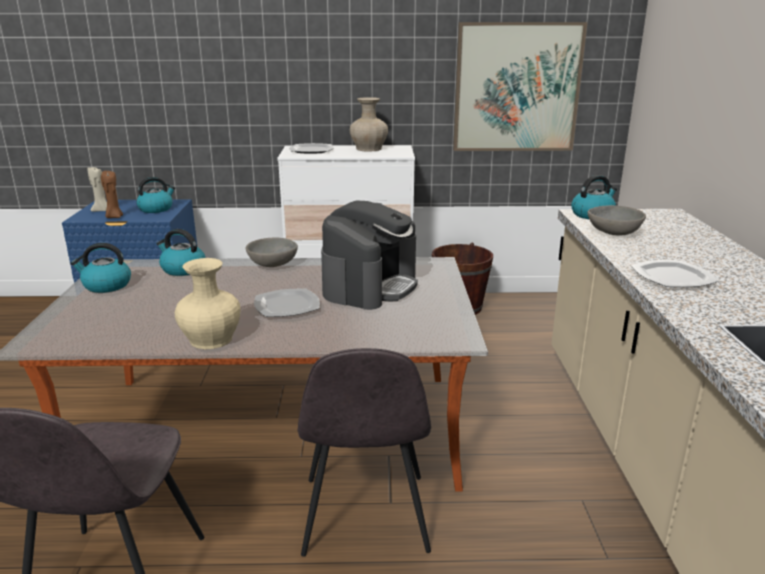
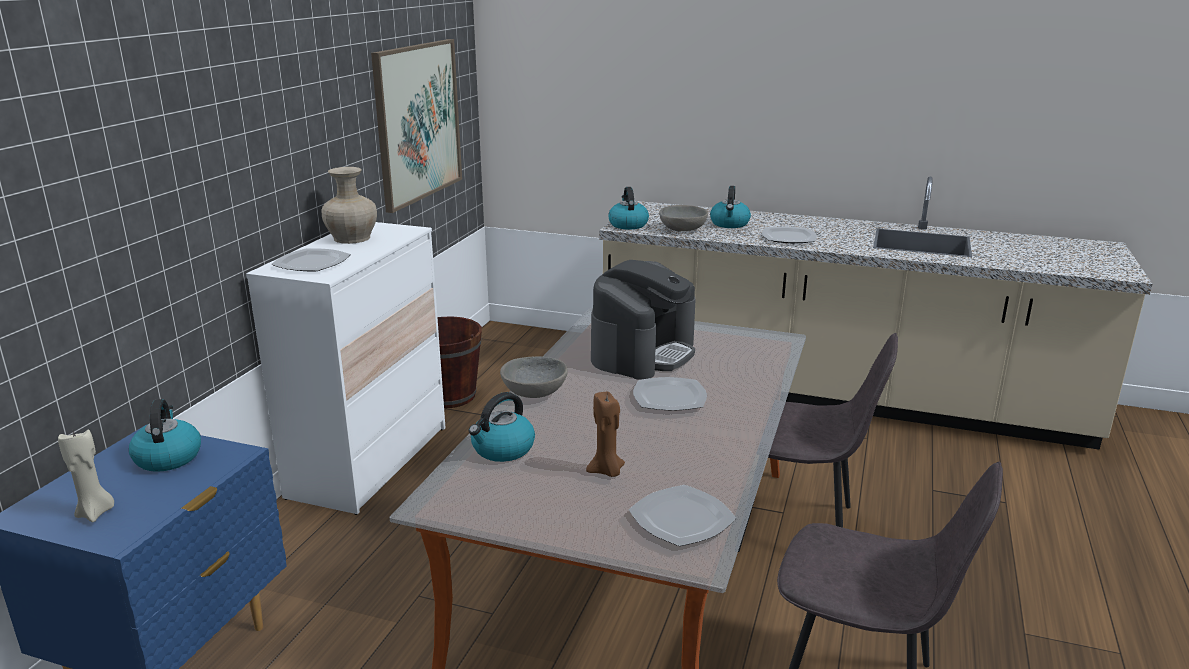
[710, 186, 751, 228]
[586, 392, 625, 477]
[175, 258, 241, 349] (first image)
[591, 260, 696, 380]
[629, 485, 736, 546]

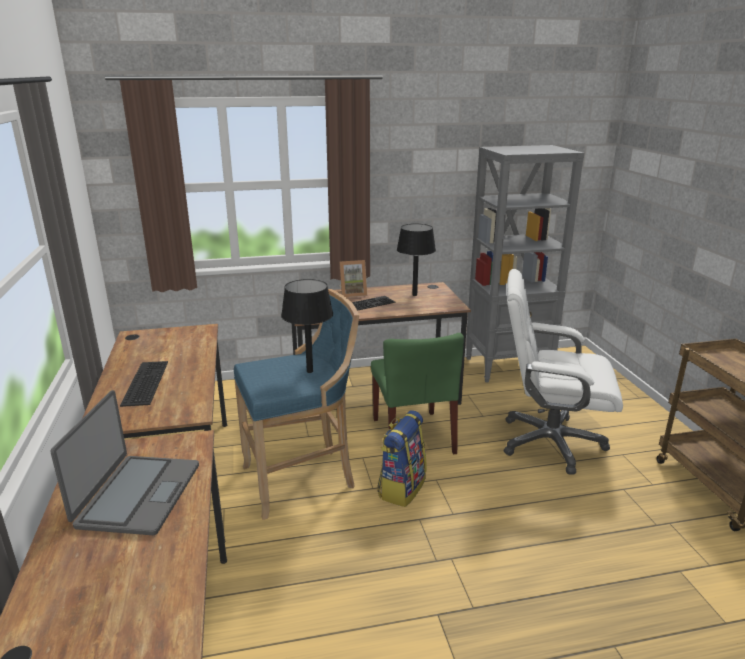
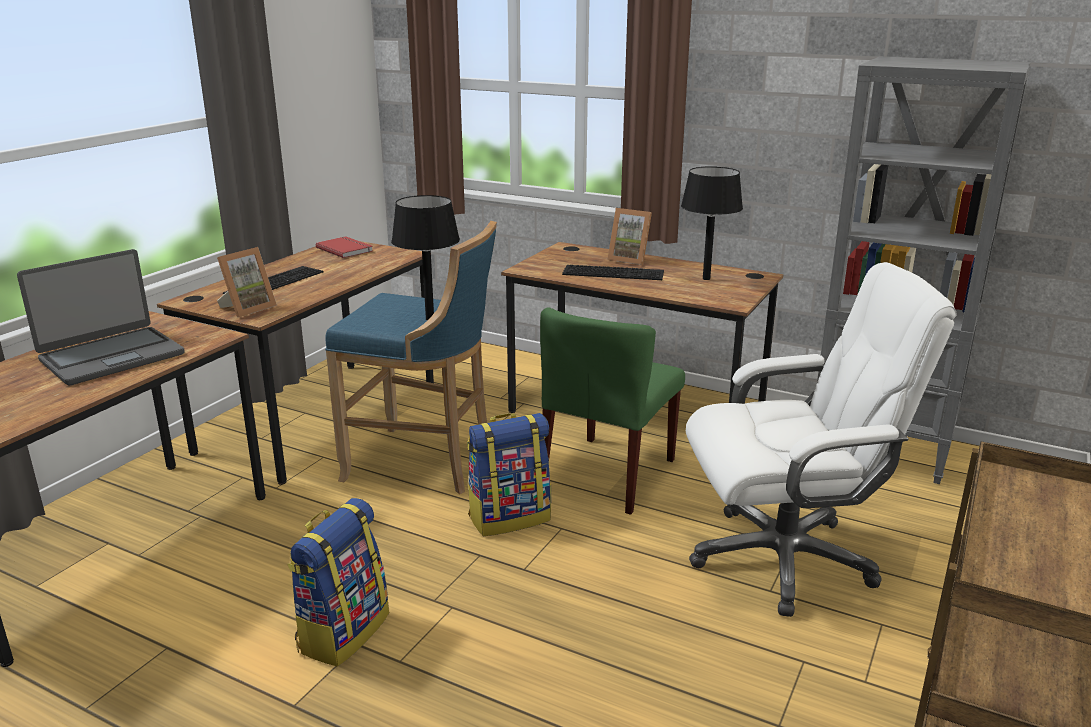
[686, 262, 957, 617]
[217, 247, 277, 318]
[287, 498, 389, 667]
[316, 236, 373, 258]

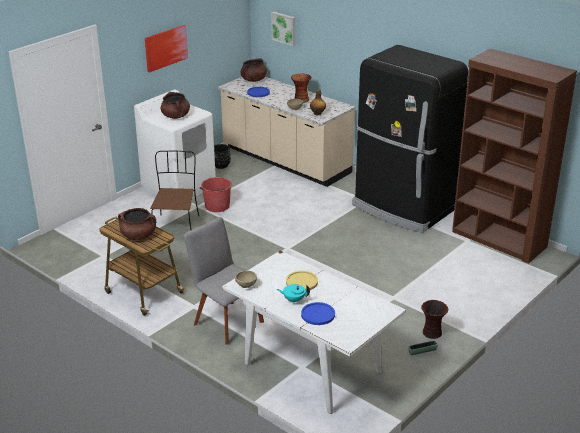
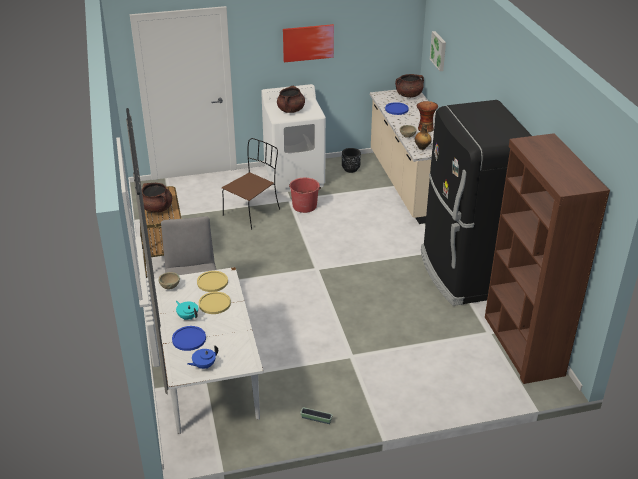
[421, 300, 448, 339] (first image)
[187, 345, 218, 369]
[197, 271, 228, 292]

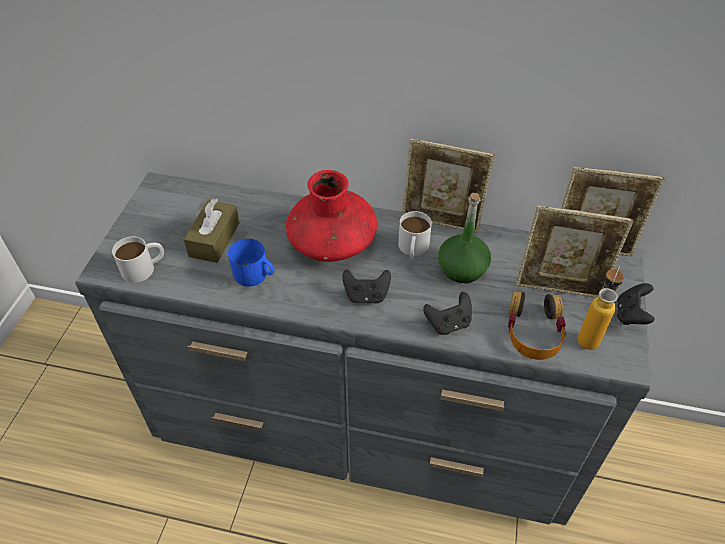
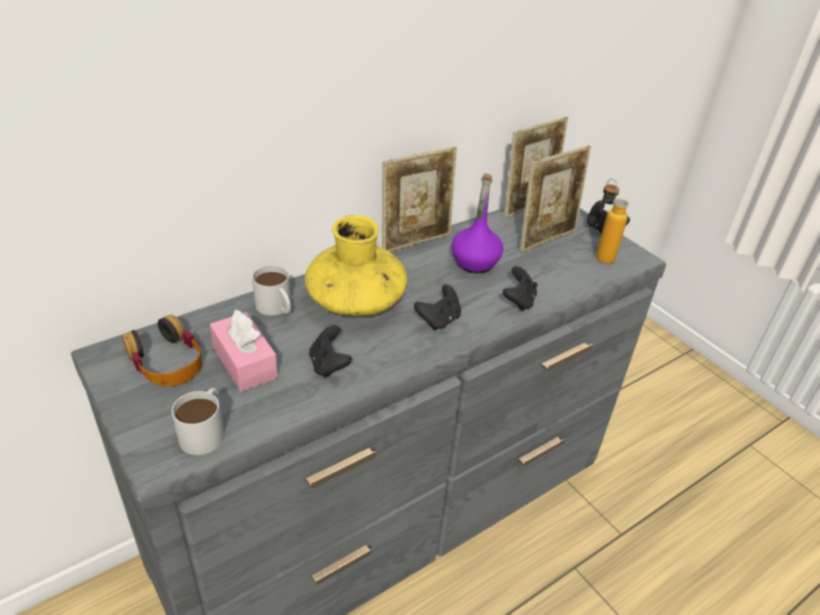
[210, 310, 278, 392]
[309, 325, 352, 378]
[305, 215, 407, 316]
[252, 265, 291, 315]
[452, 173, 503, 273]
[122, 315, 202, 387]

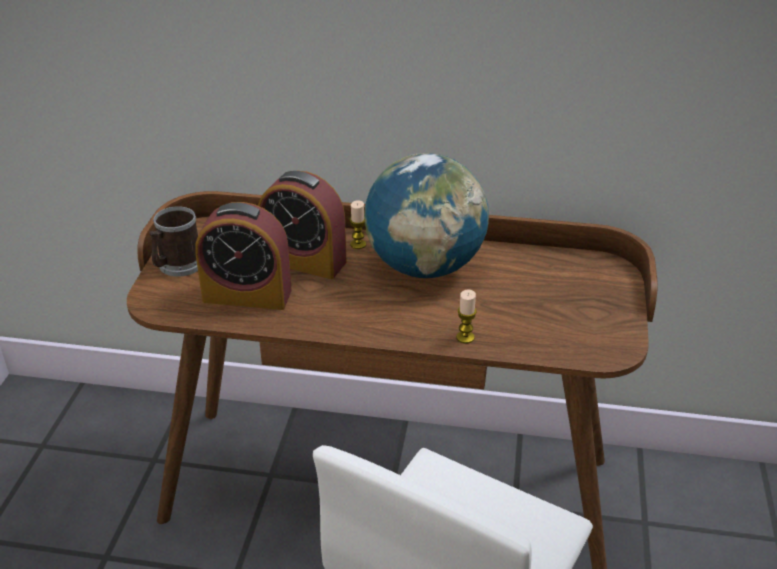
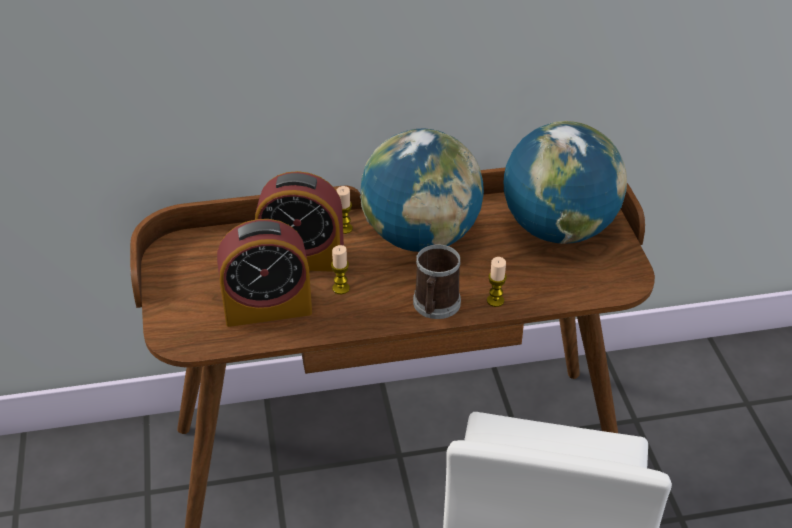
[413, 245, 461, 319]
[331, 245, 350, 294]
[504, 121, 627, 244]

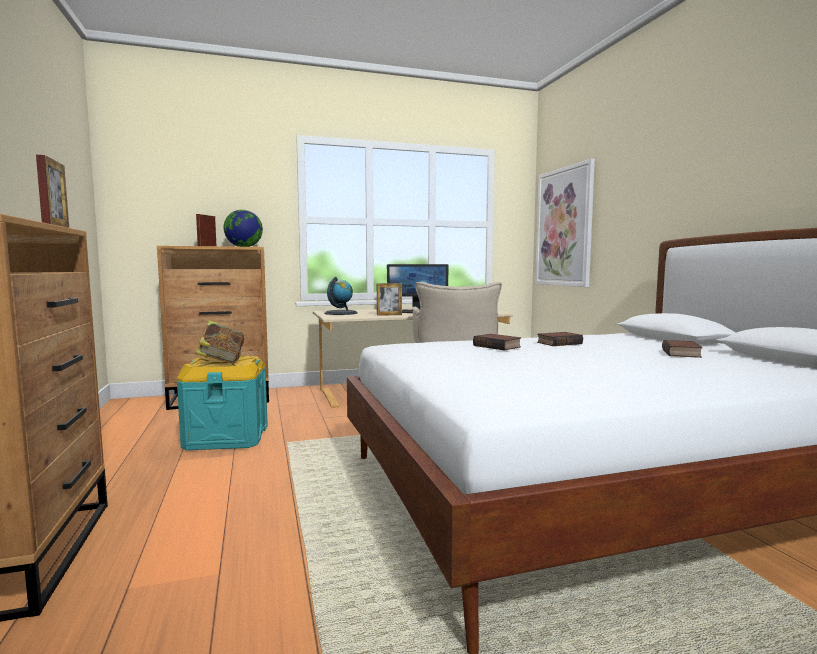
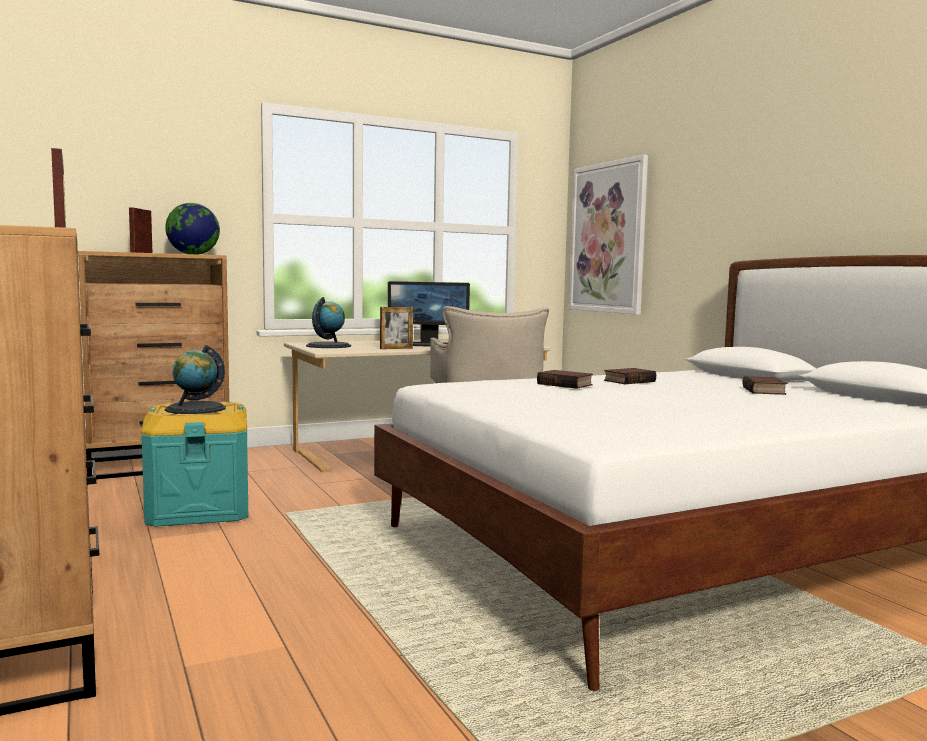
[165, 345, 226, 414]

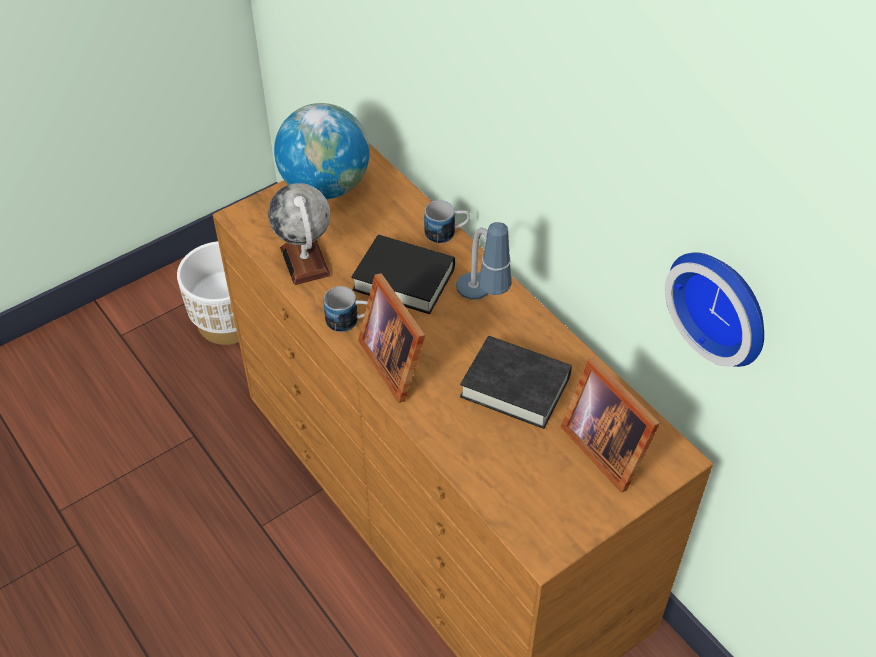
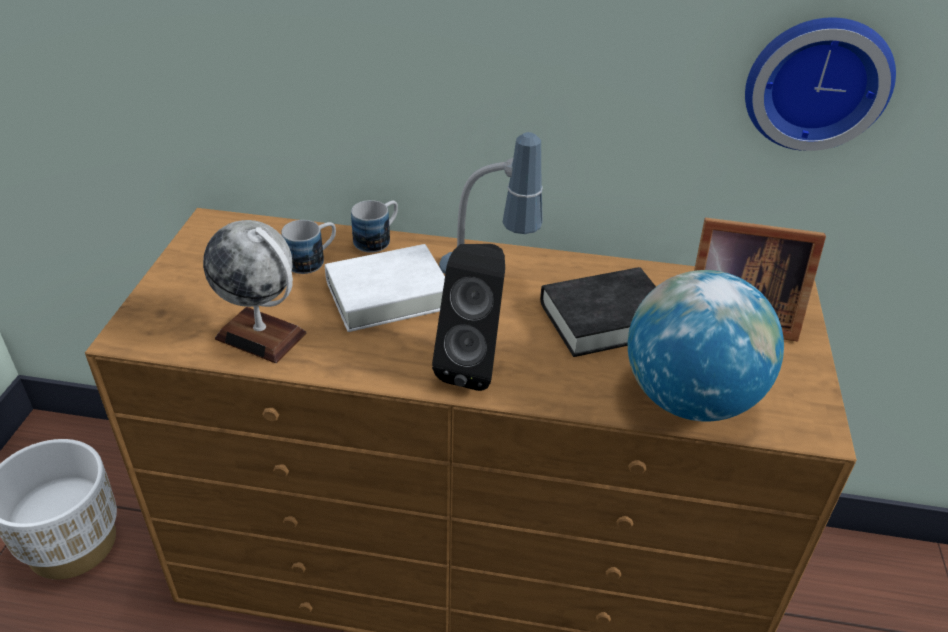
[628, 270, 784, 422]
[281, 220, 336, 274]
[325, 244, 445, 332]
[432, 244, 505, 391]

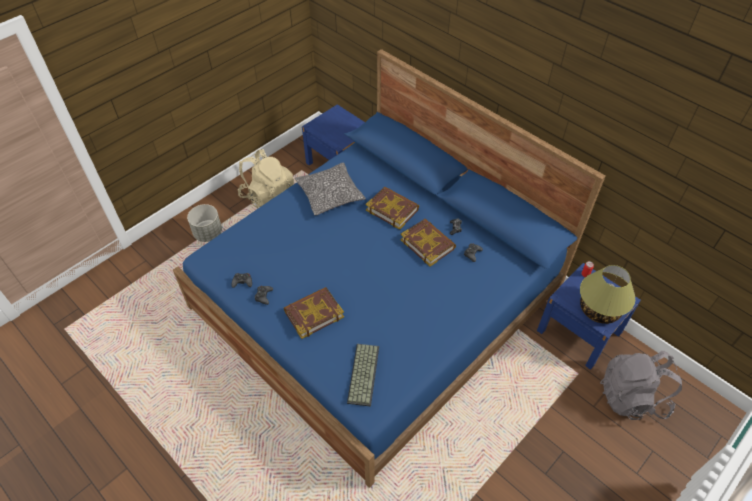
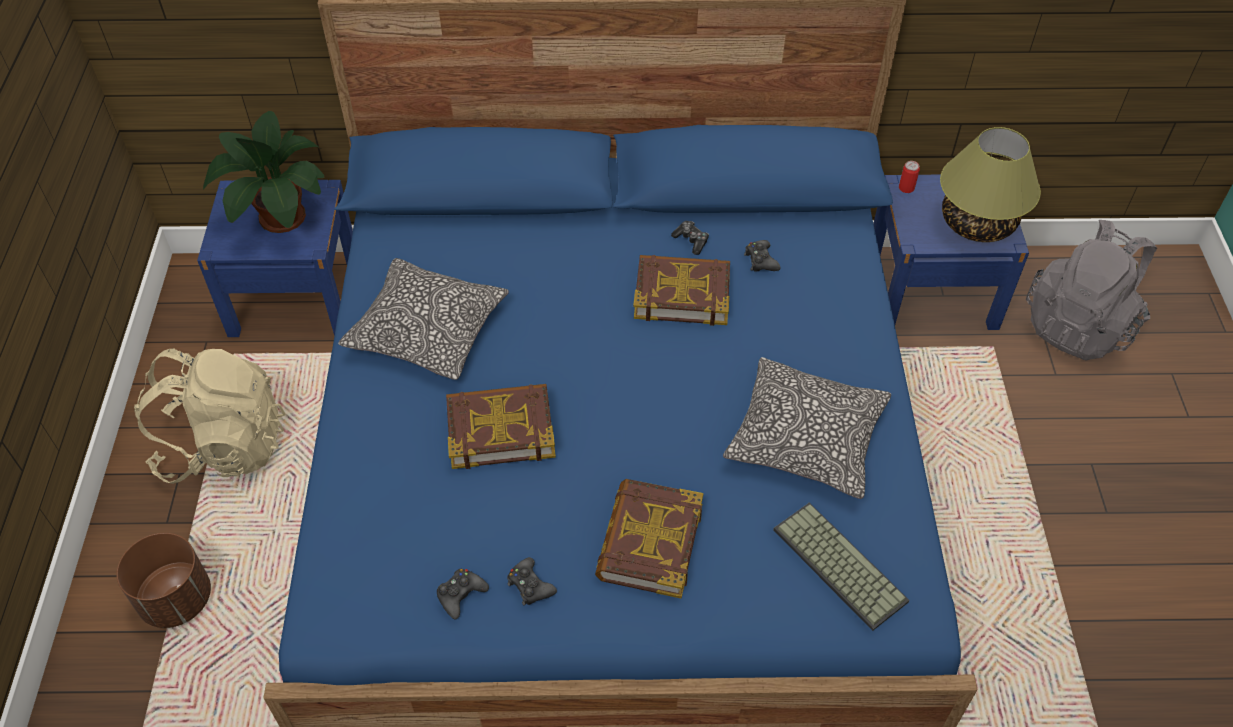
[116, 533, 211, 628]
[446, 384, 556, 469]
[203, 111, 324, 233]
[723, 357, 891, 499]

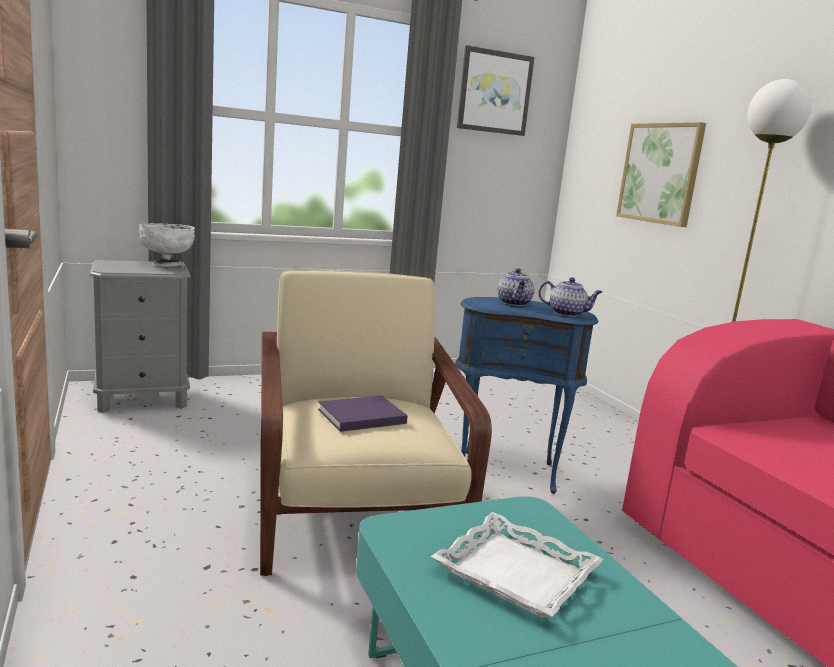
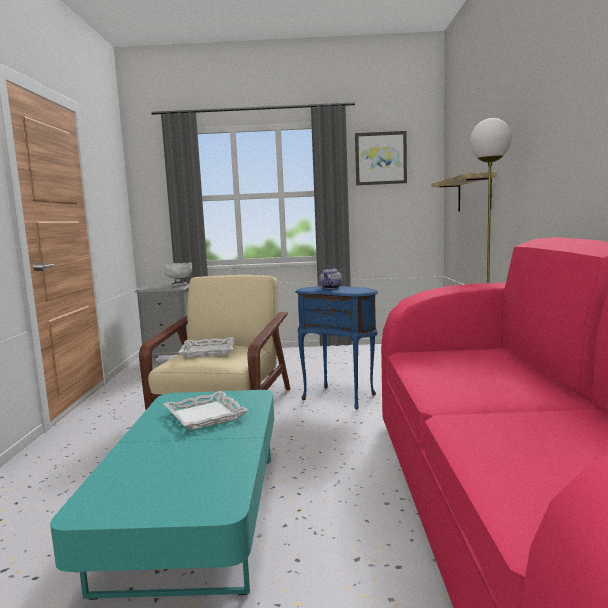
[178, 337, 235, 358]
[538, 277, 602, 317] (first image)
[432, 172, 497, 211]

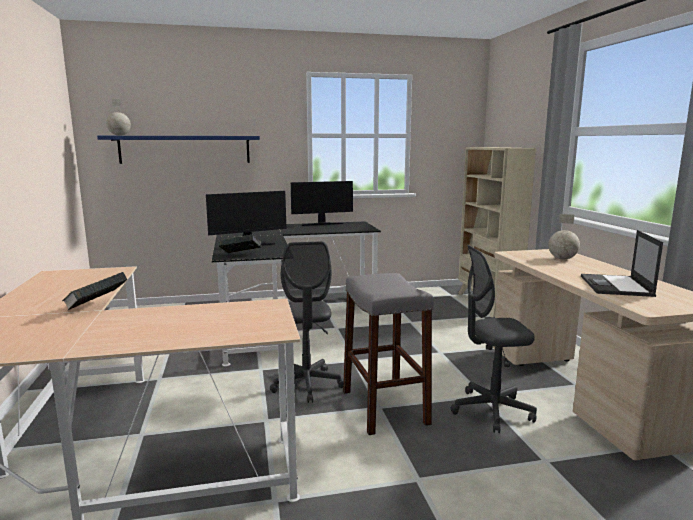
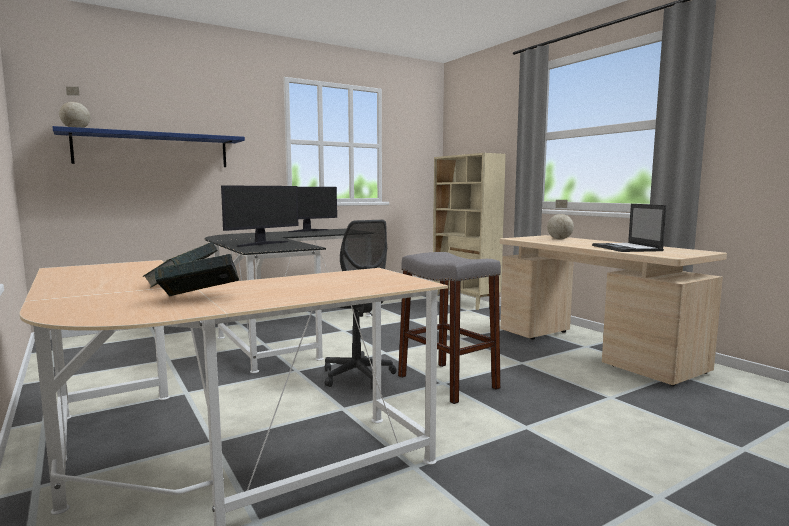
[154, 254, 239, 296]
[450, 245, 537, 433] (first image)

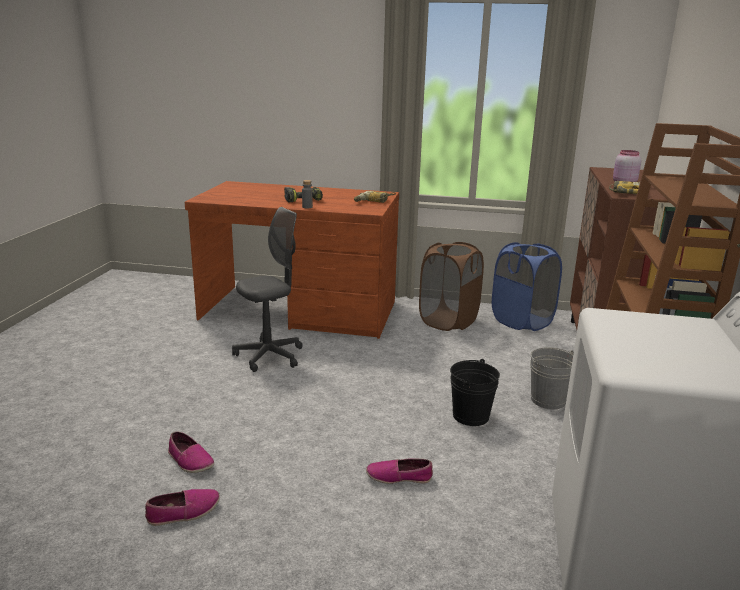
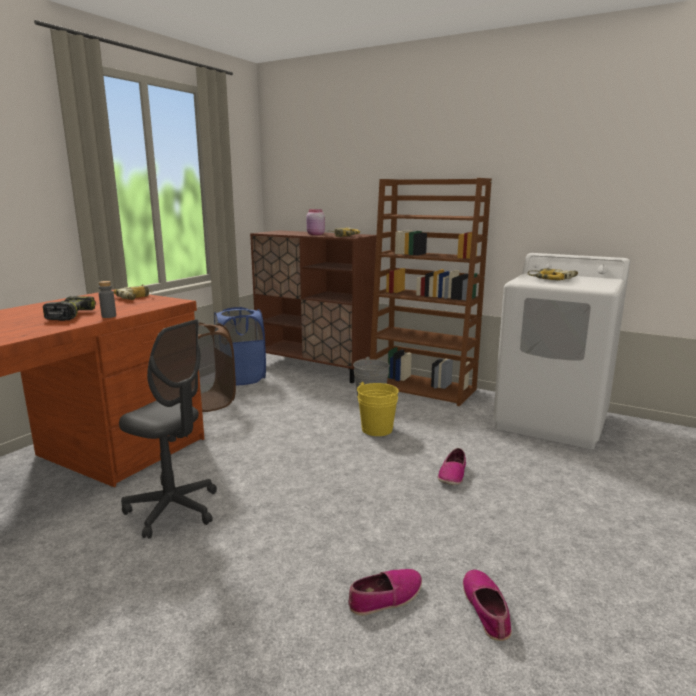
[119, 319, 217, 539]
[357, 382, 399, 436]
[528, 268, 578, 281]

